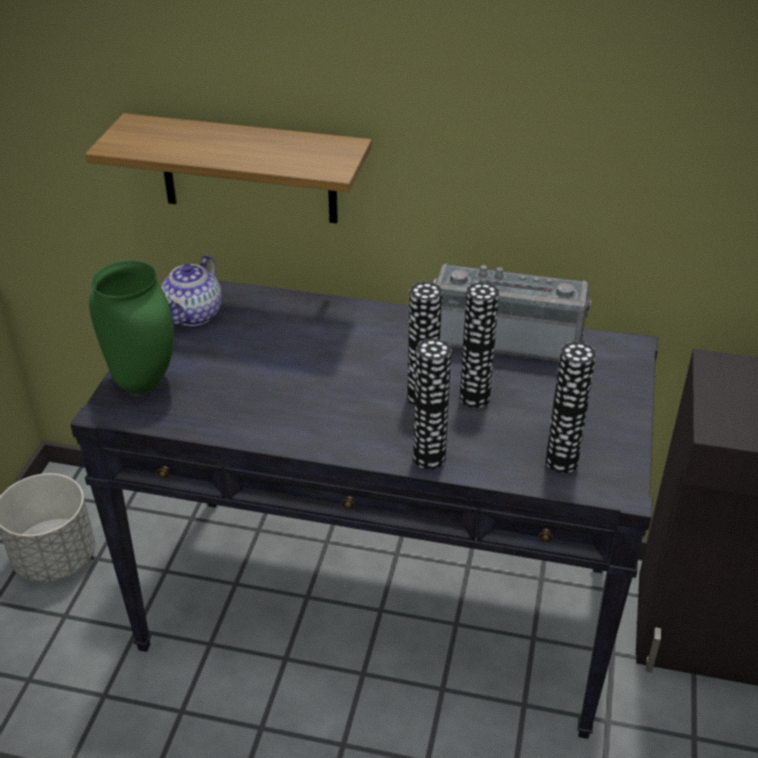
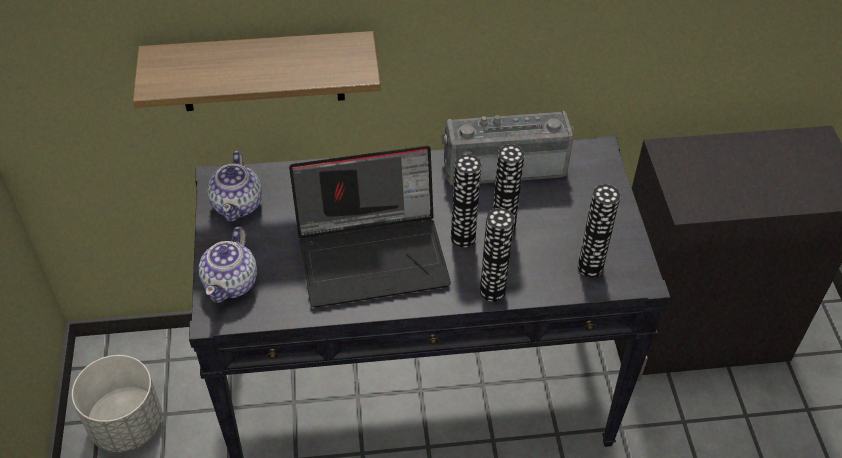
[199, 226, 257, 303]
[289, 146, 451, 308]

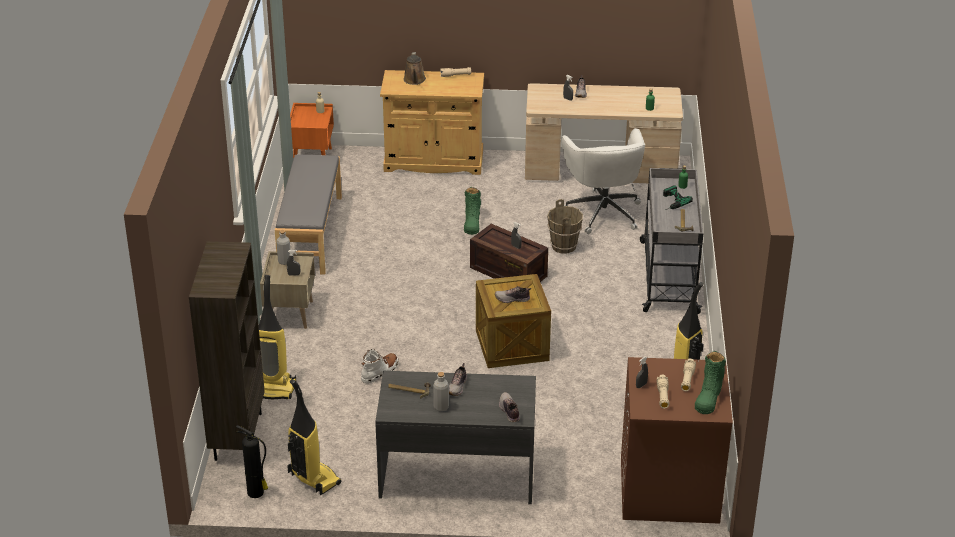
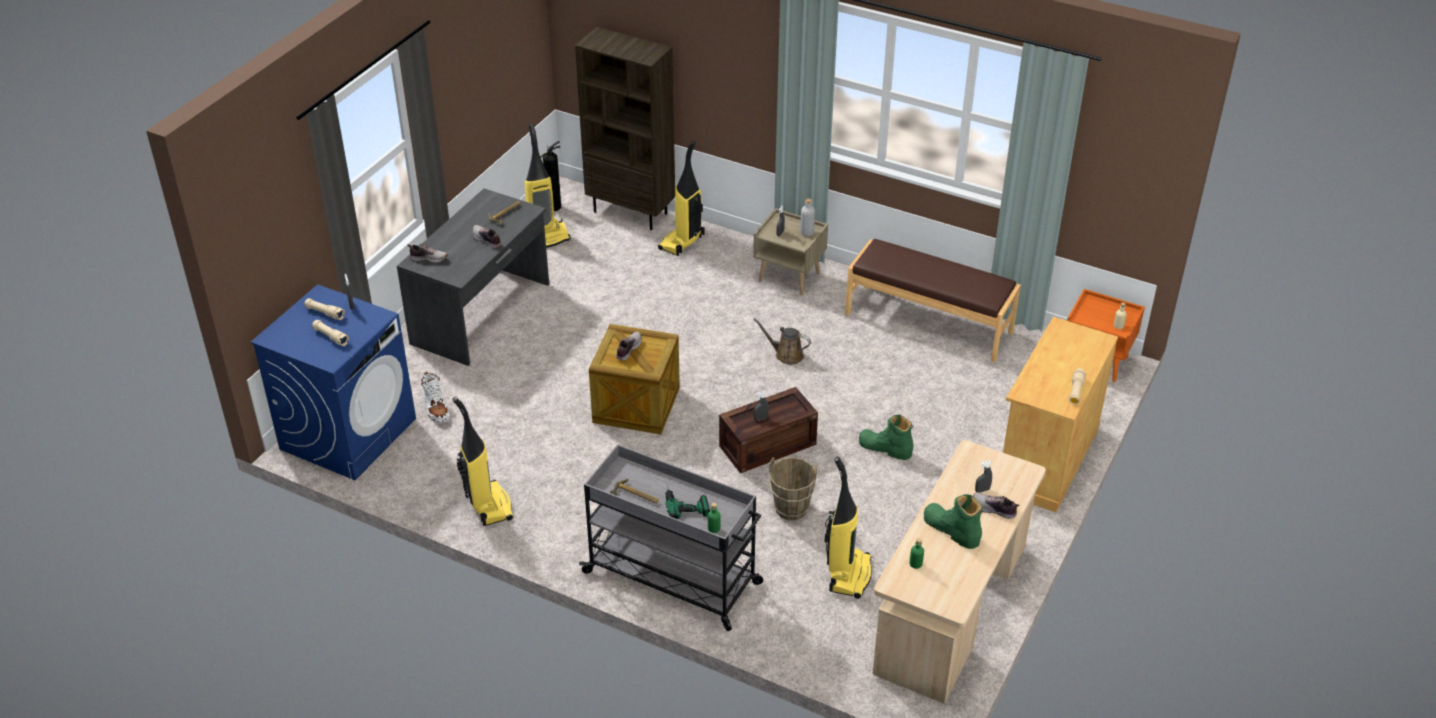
[845, 239, 1021, 363]
[421, 371, 450, 423]
[753, 318, 811, 365]
[433, 372, 449, 411] (first image)
[825, 456, 872, 599]
[251, 284, 416, 480]
[924, 494, 983, 549]

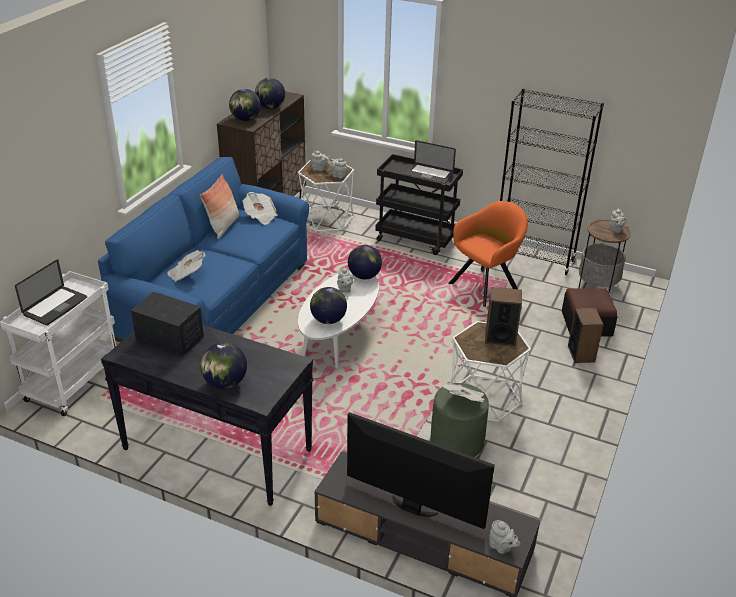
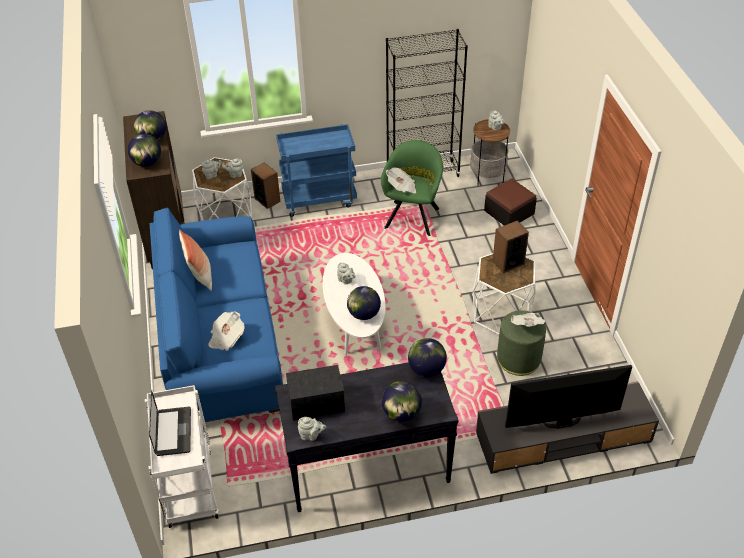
[386, 168, 416, 193]
[408, 338, 447, 377]
[276, 124, 357, 217]
[405, 140, 456, 184] (first image)
[381, 140, 443, 236]
[298, 417, 326, 441]
[251, 162, 281, 209]

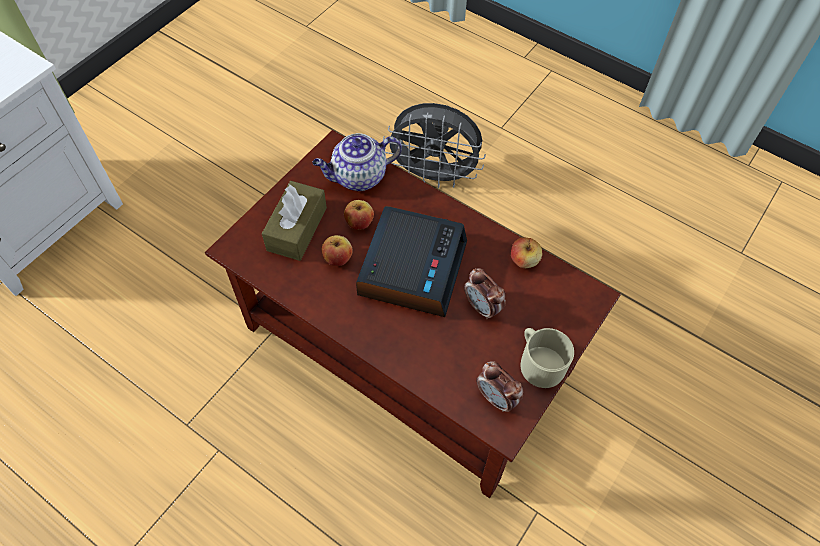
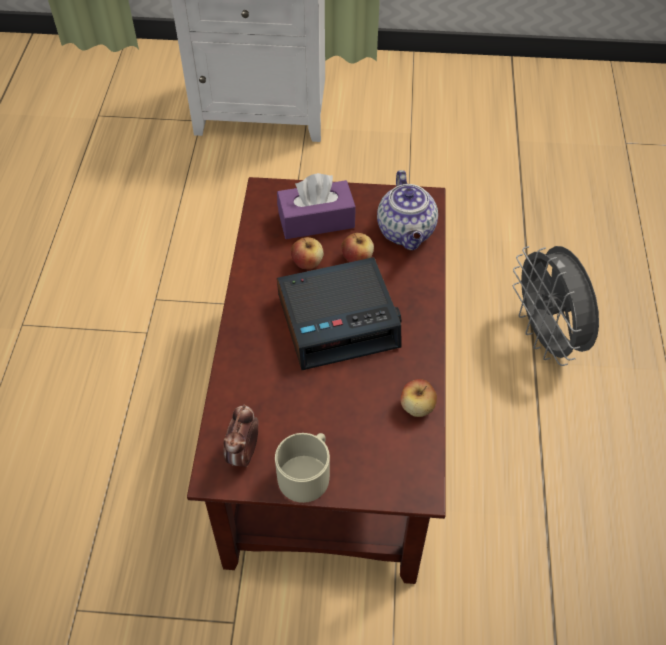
[277, 173, 356, 239]
[377, 170, 438, 250]
[464, 268, 506, 320] (first image)

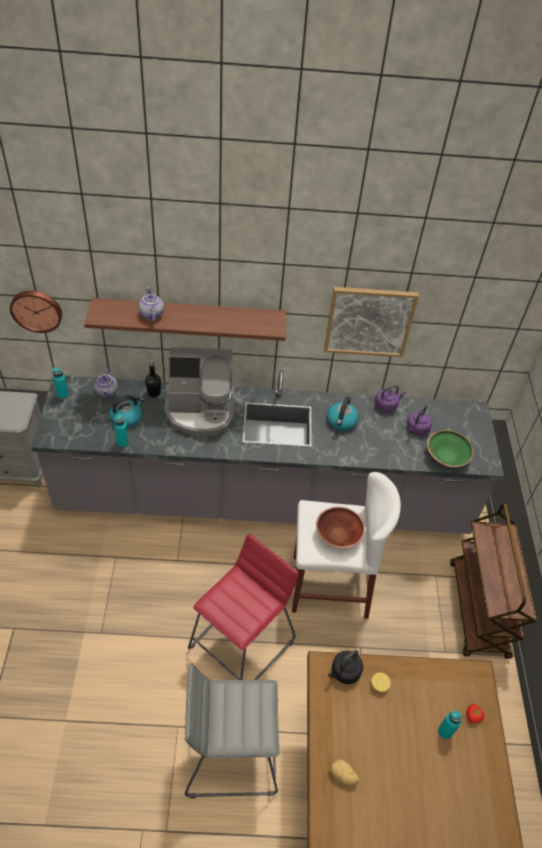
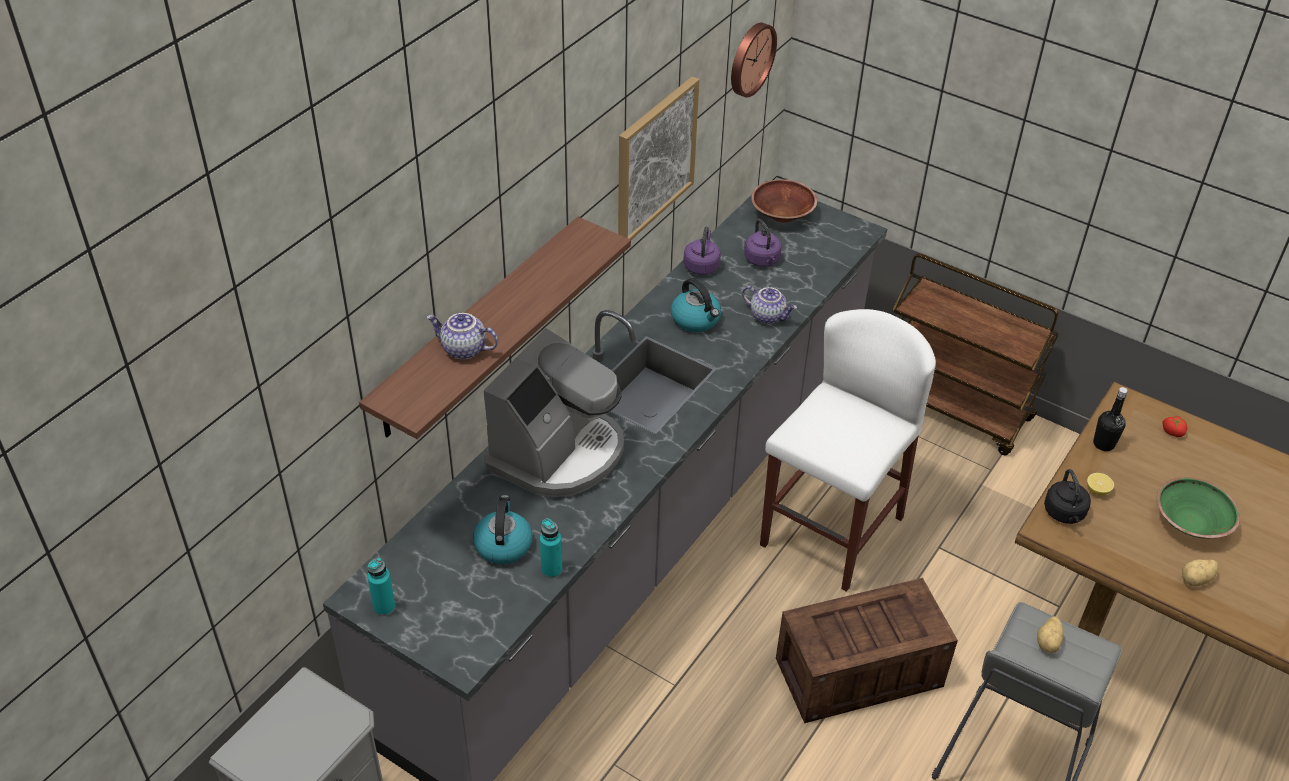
[731, 23, 777, 98]
[742, 286, 797, 324]
[1093, 387, 1128, 451]
[776, 578, 958, 723]
[751, 179, 817, 223]
[1157, 477, 1240, 539]
[438, 710, 462, 739] (first image)
[1037, 616, 1064, 653]

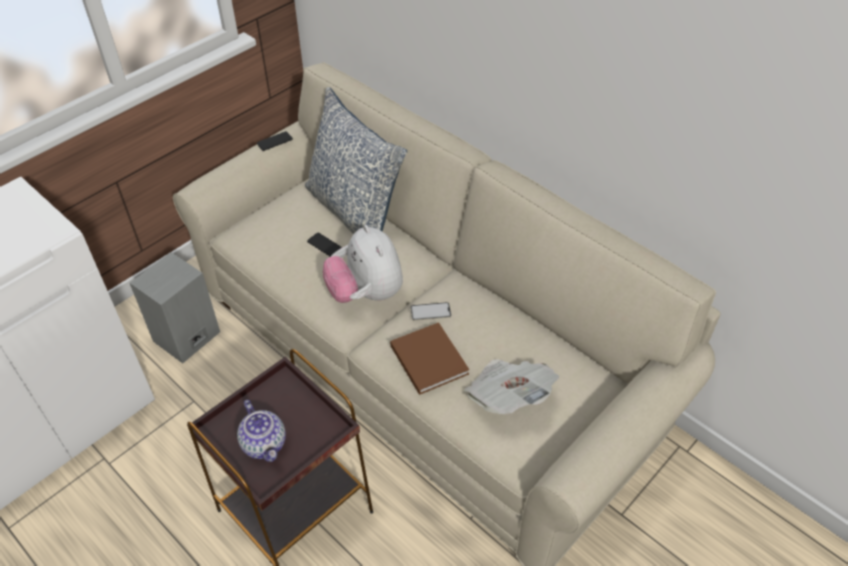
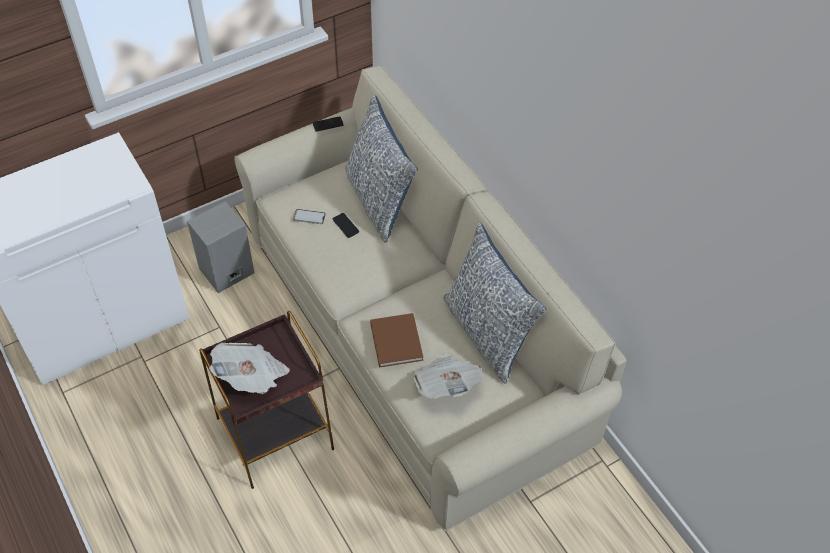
[209, 343, 290, 394]
[323, 225, 403, 303] (first image)
[293, 209, 326, 224]
[443, 223, 546, 384]

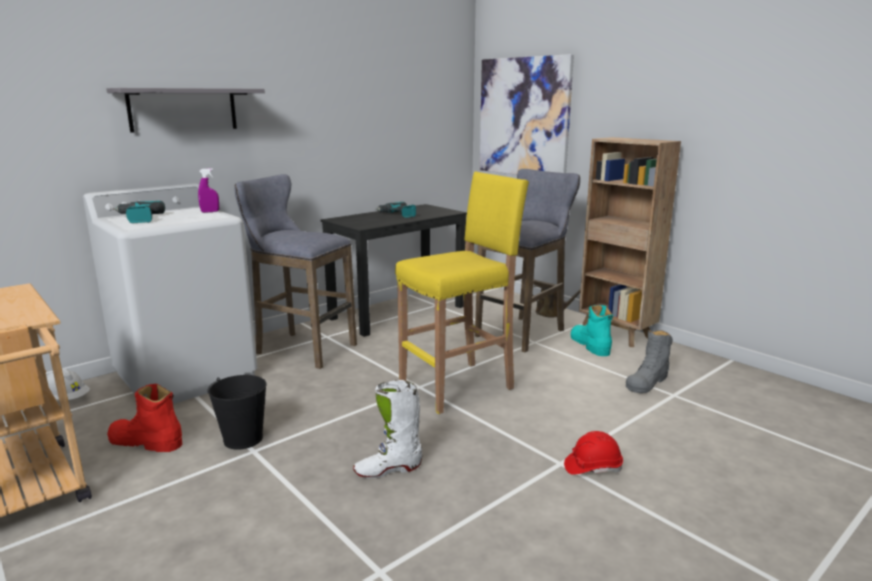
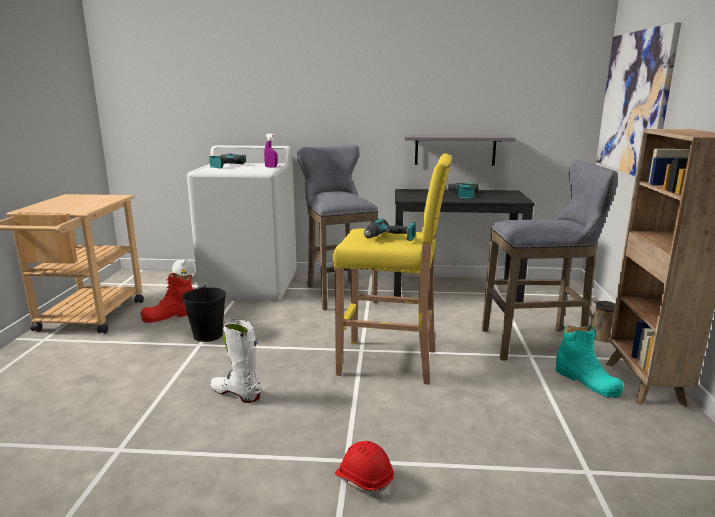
[404, 134, 515, 166]
[140, 273, 193, 323]
[556, 326, 624, 398]
[626, 330, 673, 393] (first image)
[364, 218, 416, 241]

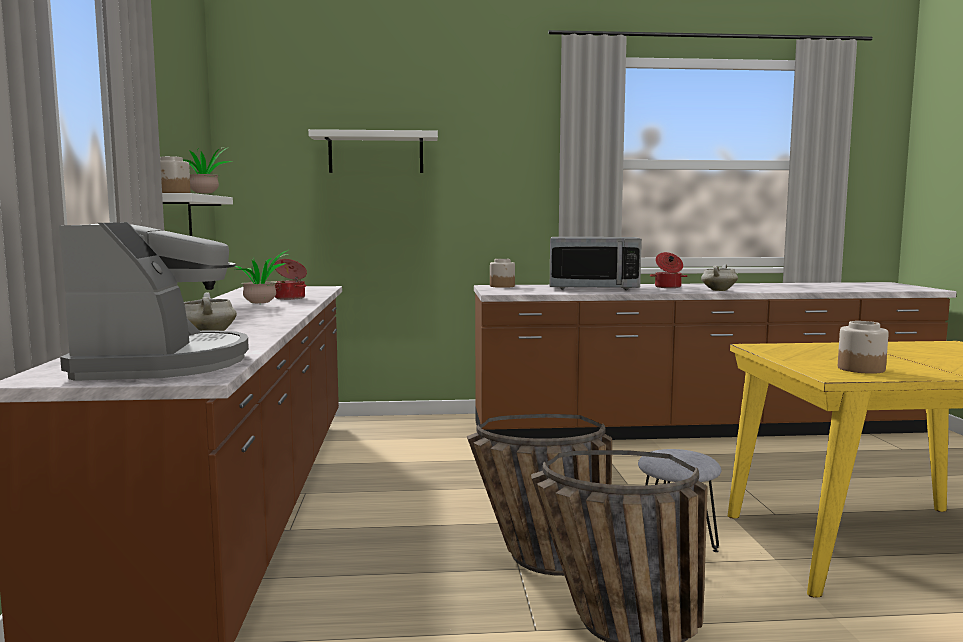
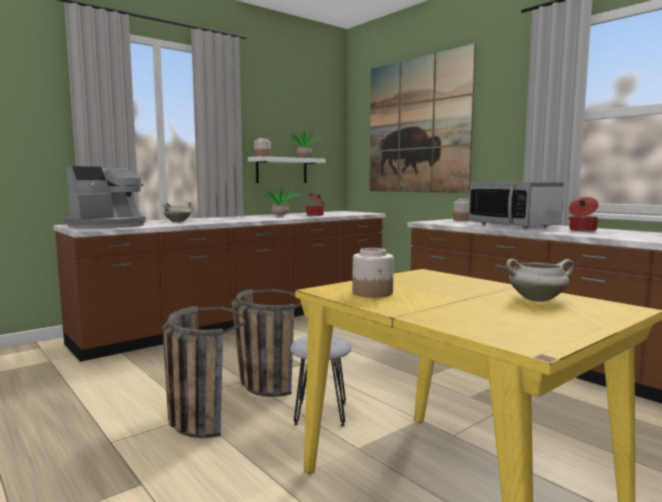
[369, 43, 476, 193]
[506, 259, 574, 302]

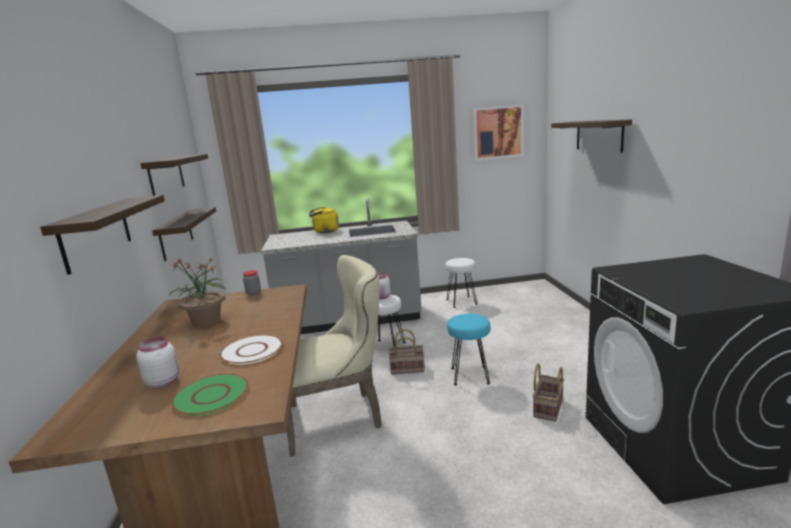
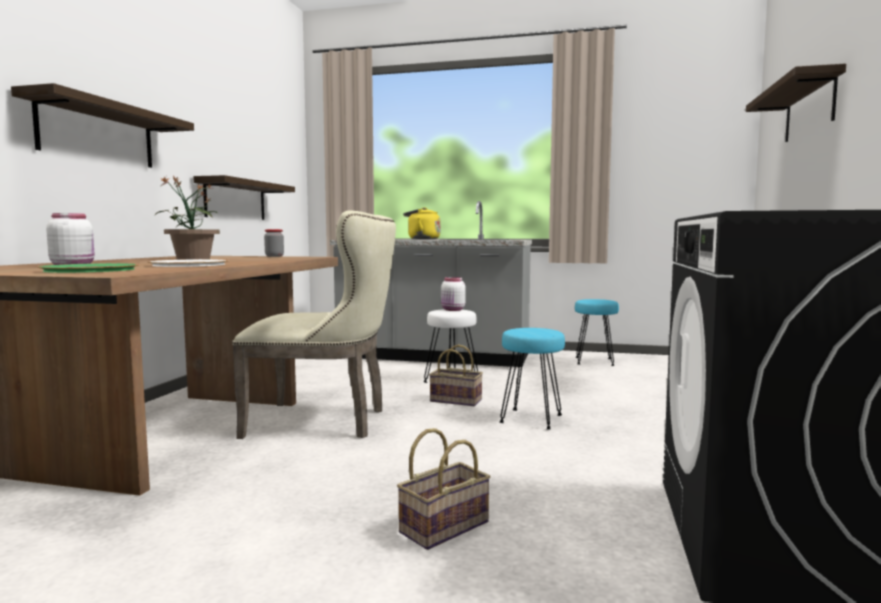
[140, 154, 208, 196] (first image)
[575, 299, 619, 366]
[473, 104, 524, 161] (first image)
[397, 428, 491, 550]

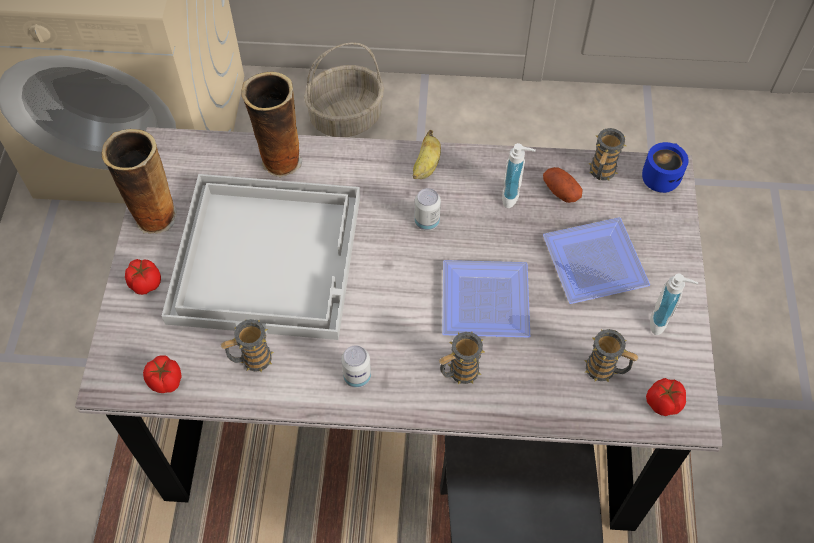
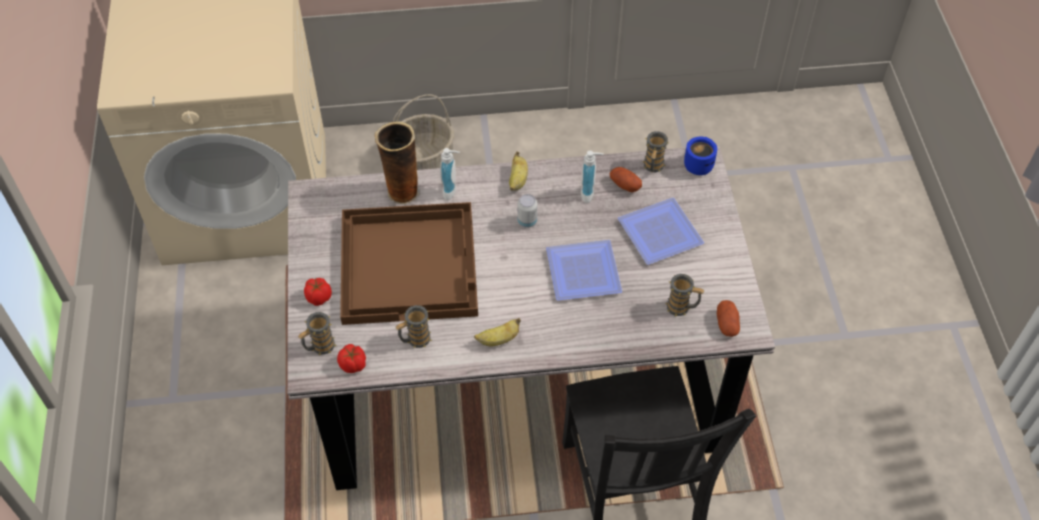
[101, 129, 177, 234] (first image)
[340, 202, 478, 325]
[474, 318, 521, 346]
[298, 312, 337, 355]
[717, 300, 740, 337]
[440, 148, 460, 200]

